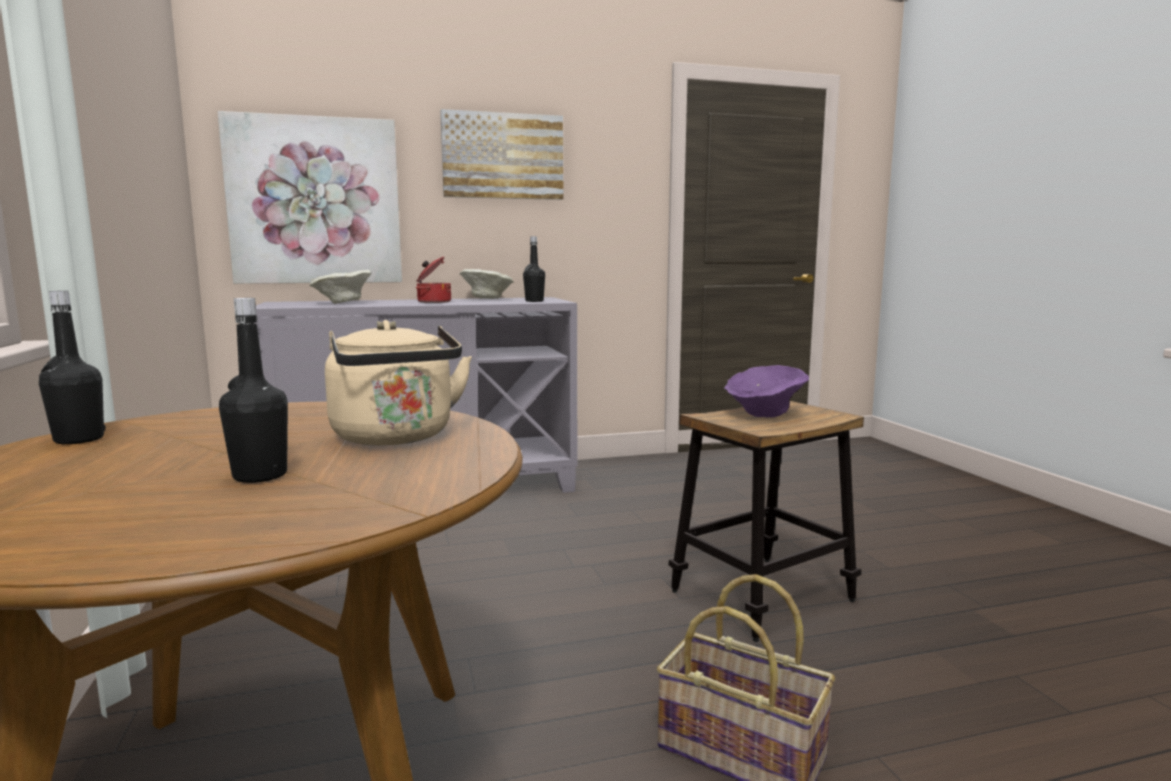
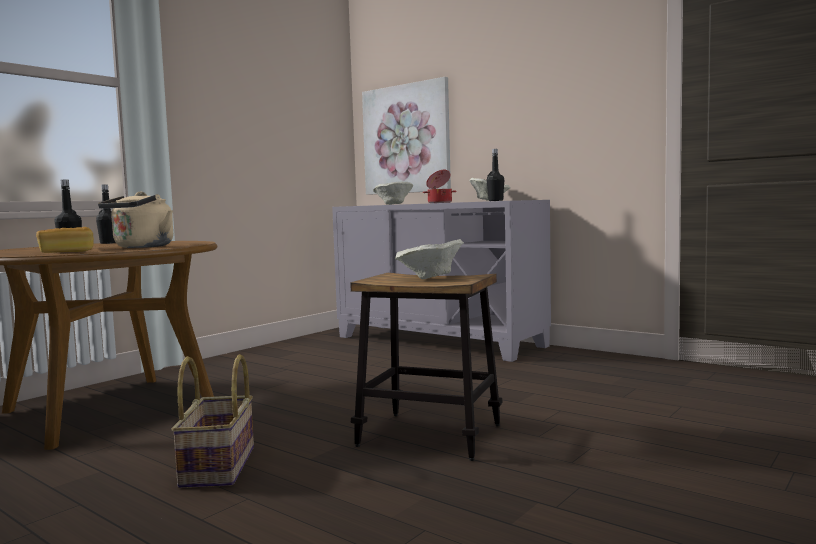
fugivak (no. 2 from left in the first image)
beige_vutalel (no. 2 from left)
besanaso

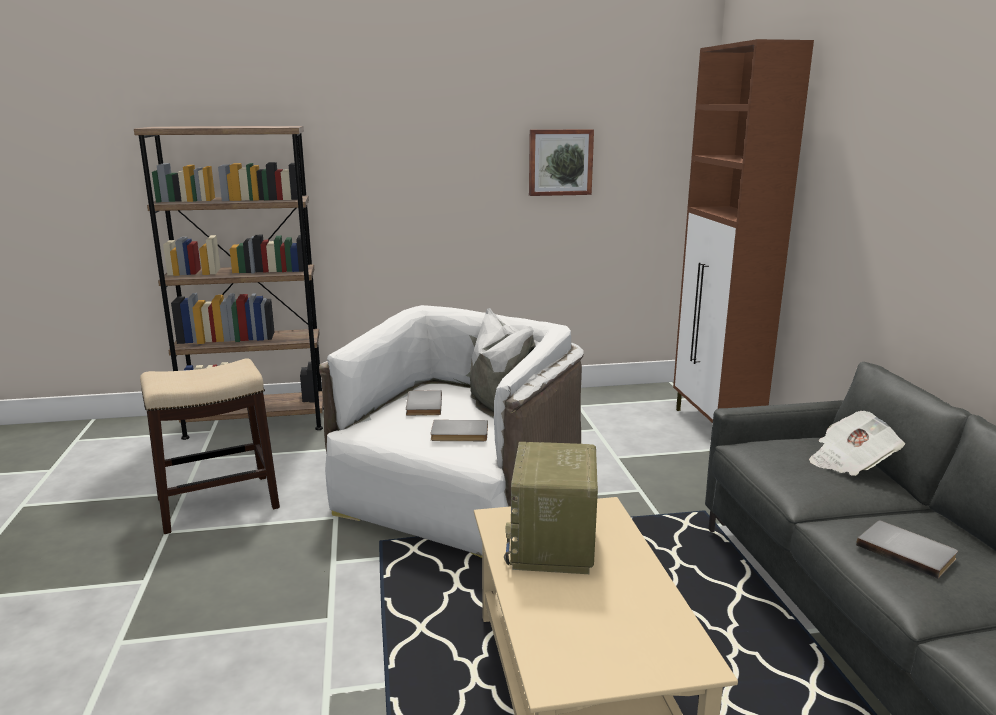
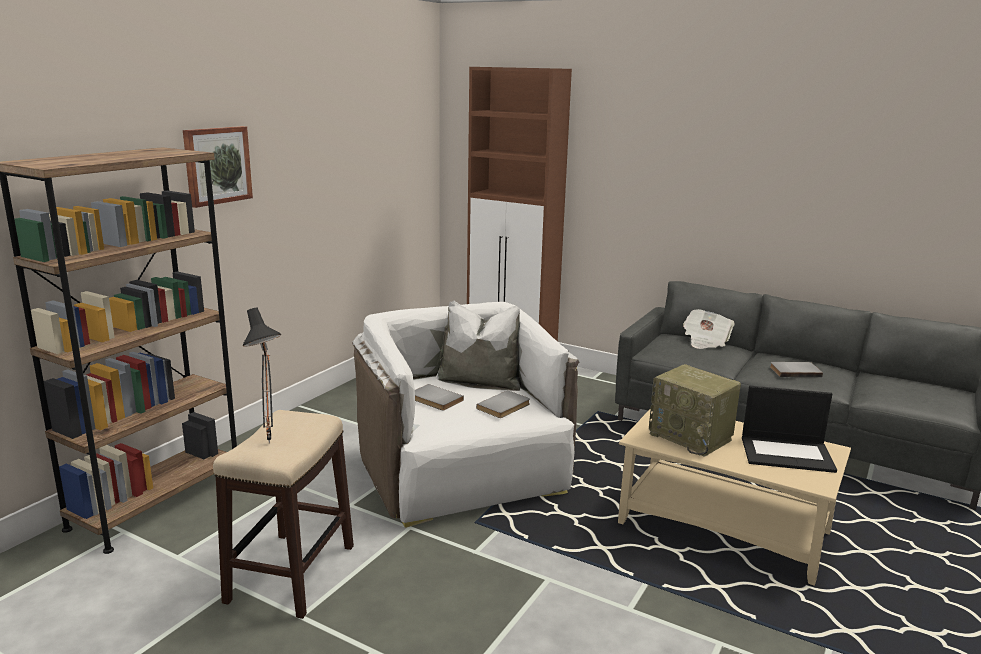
fugivak
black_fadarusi
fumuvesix

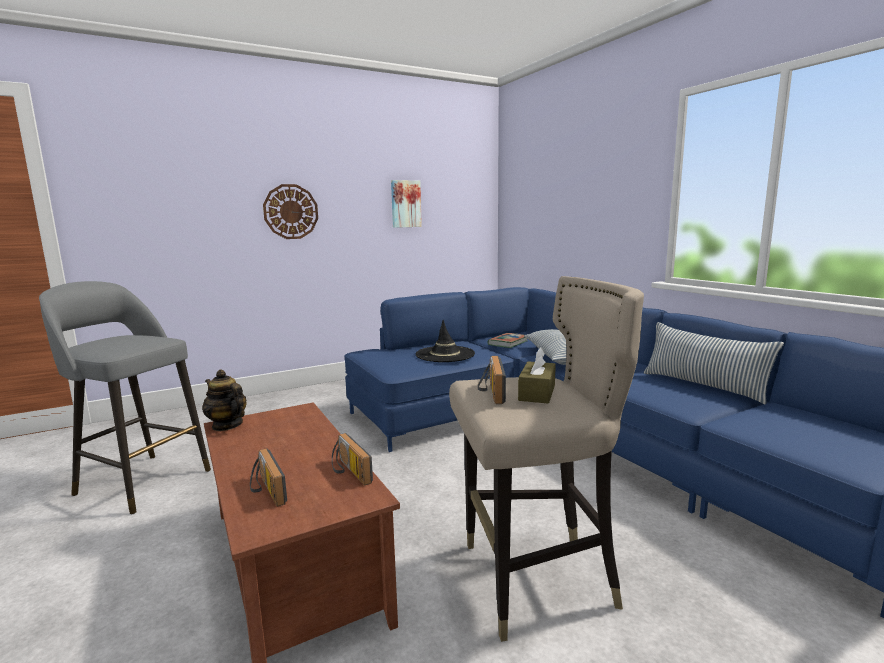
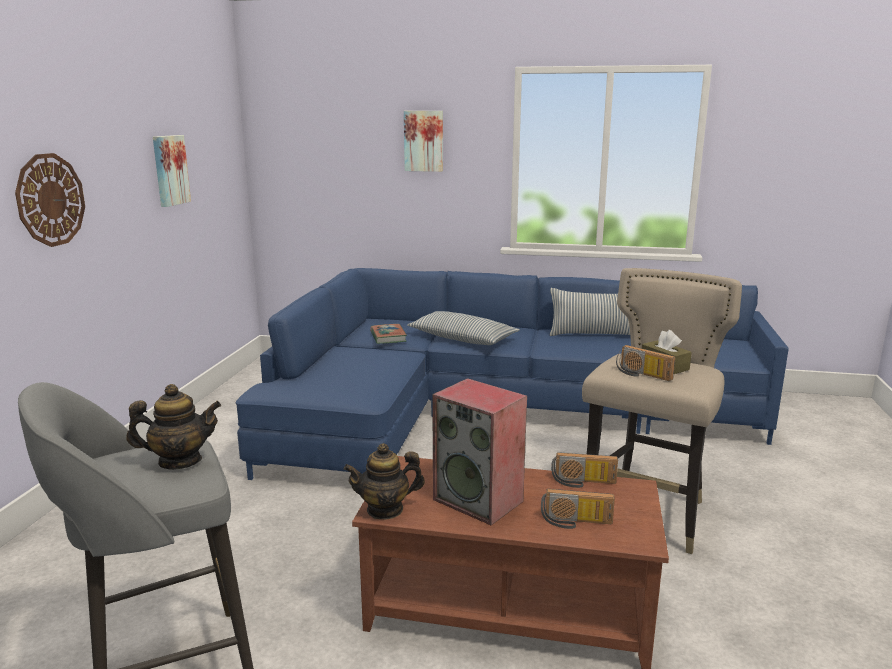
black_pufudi
fugivak (no. 2 from left)
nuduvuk
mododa (no. 1 from left)

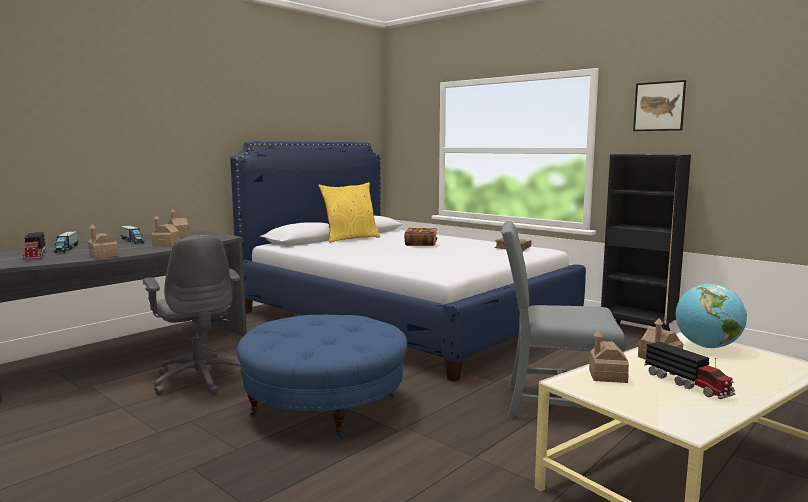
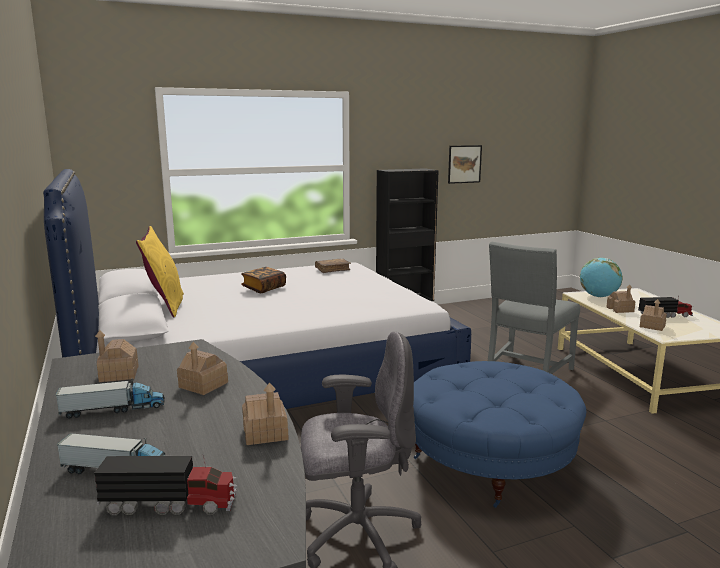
fugivak

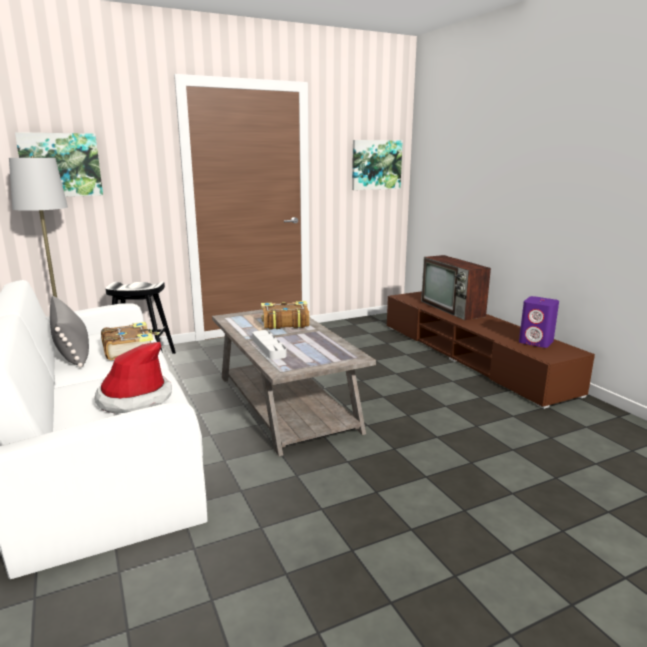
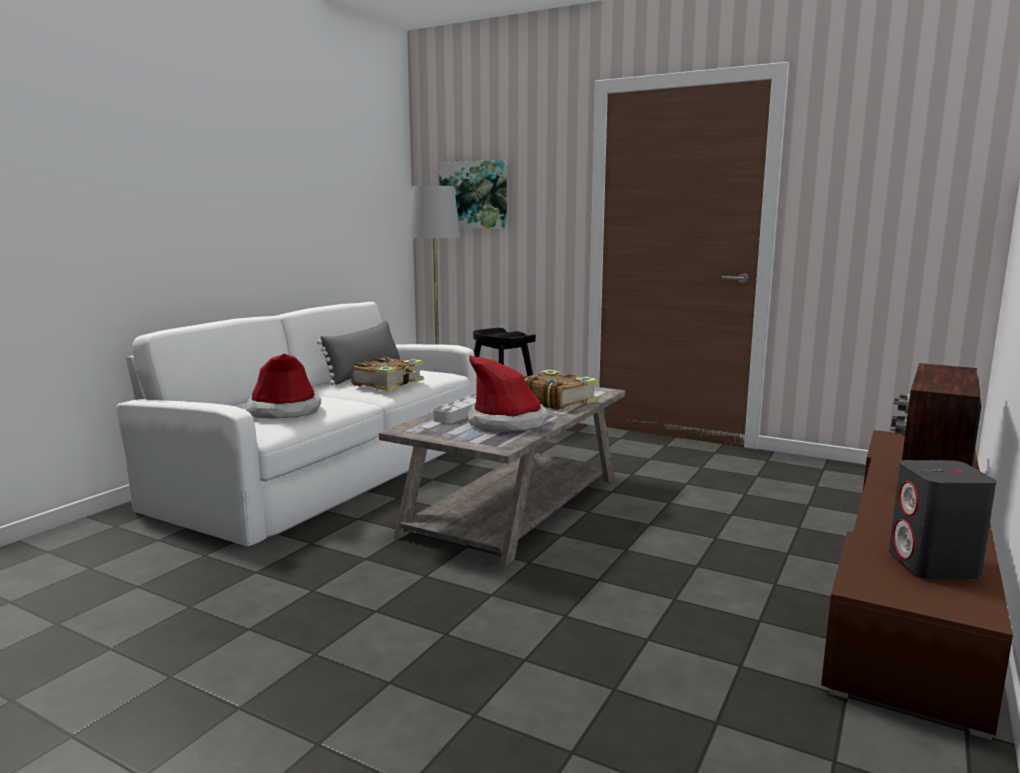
fugivak (no. 2 from left in the first image)
grey_nuduvuk
pufudi (no. 2 from left)

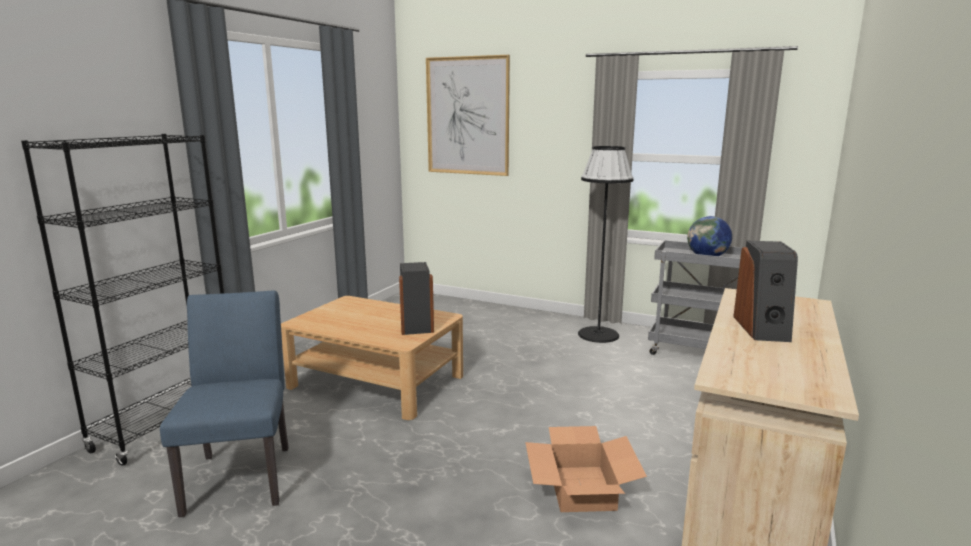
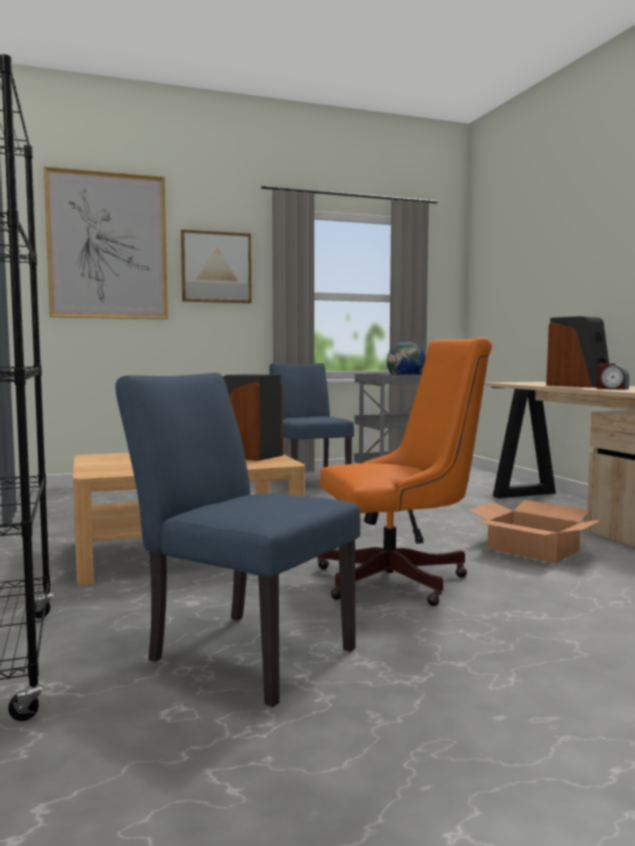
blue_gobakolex (no. 2 from left)
fugivak (no. 2 from left)
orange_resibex
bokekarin

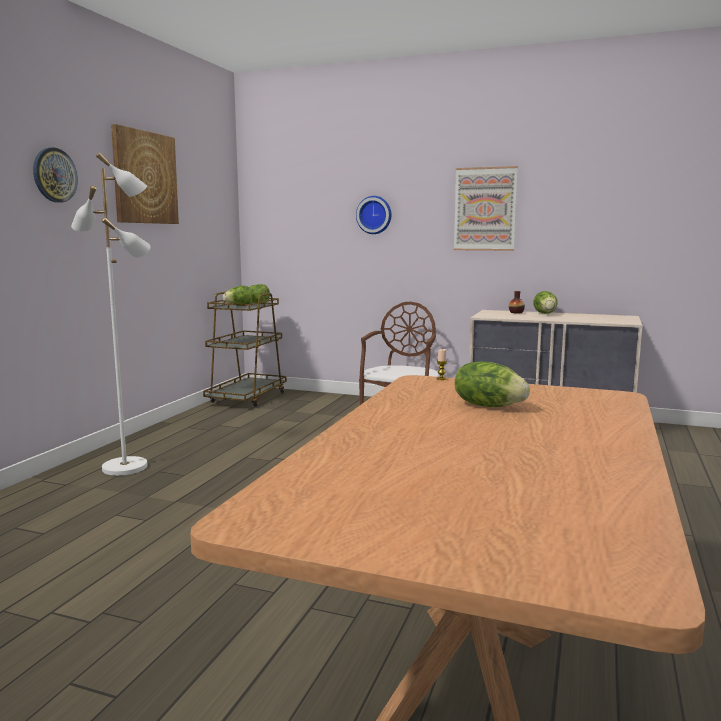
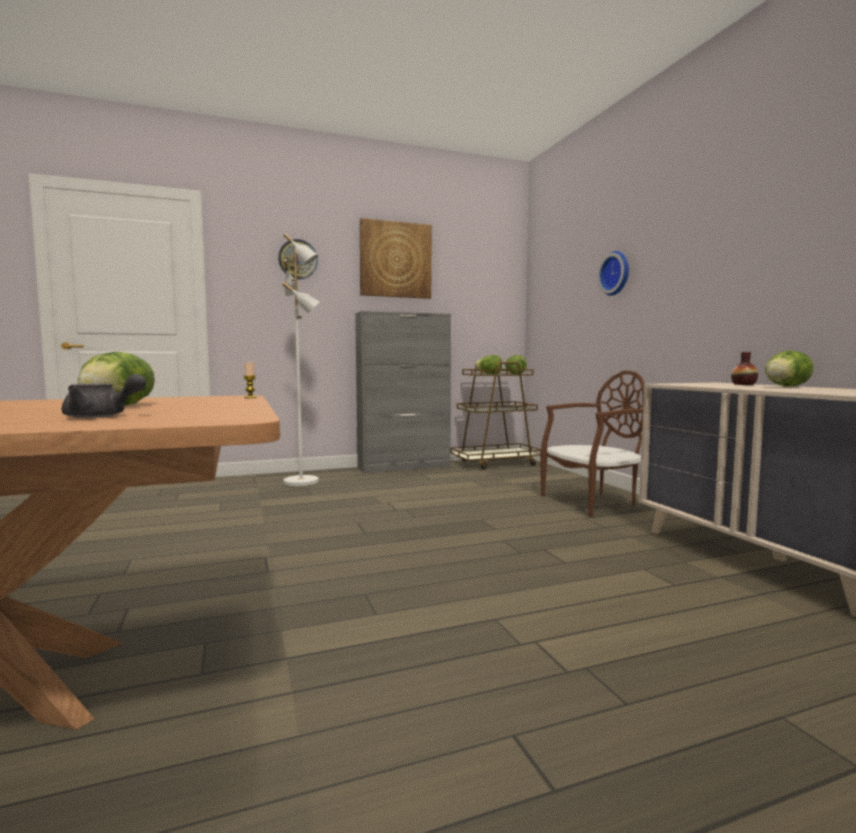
fugivak (no. 2 from left in the first image)
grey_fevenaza
grey_mododa

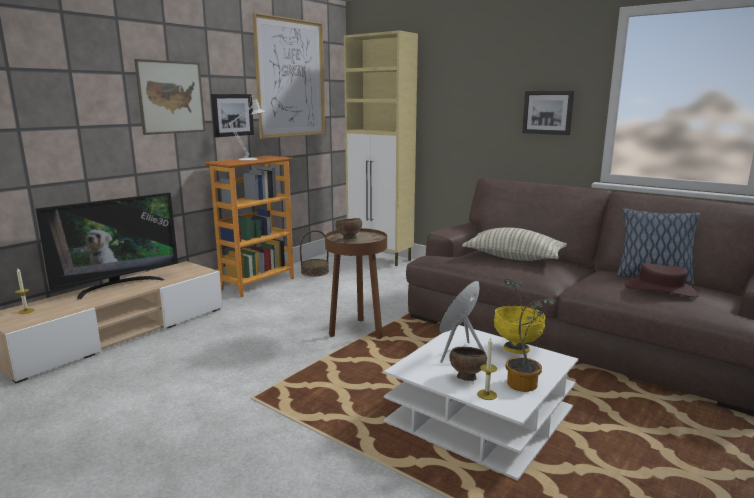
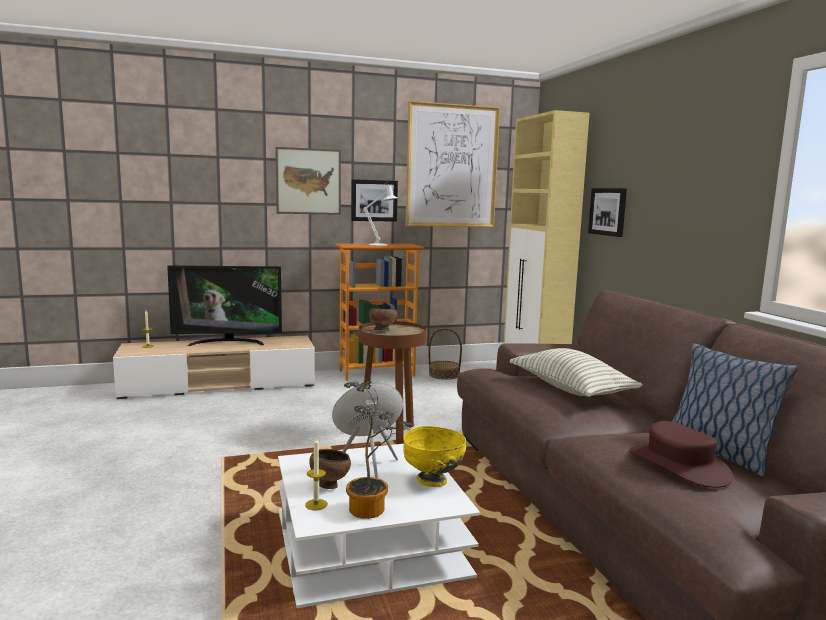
fugivak (no. 4 from left)

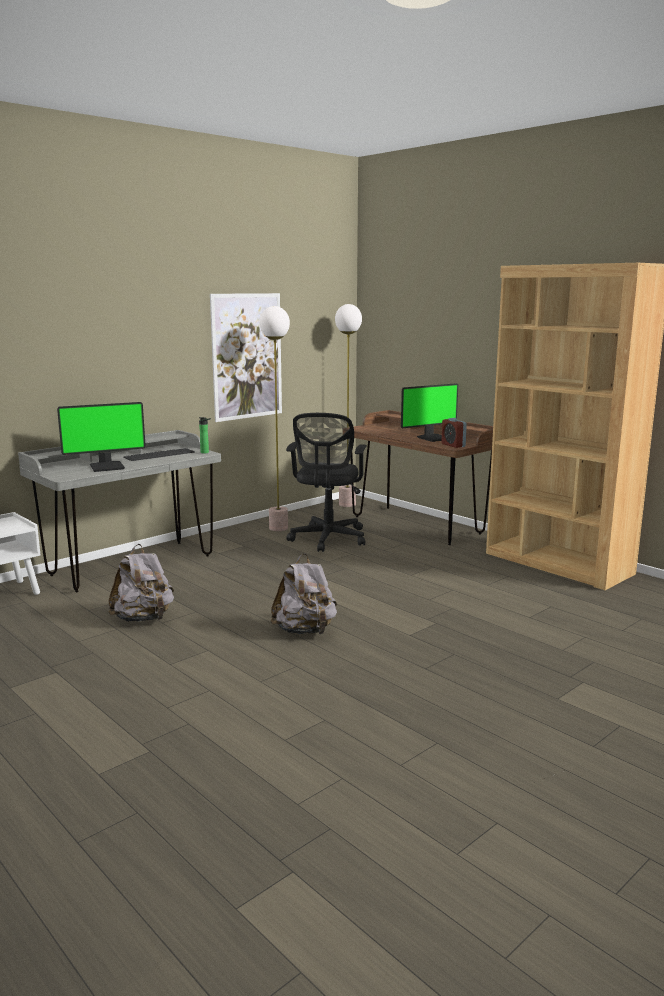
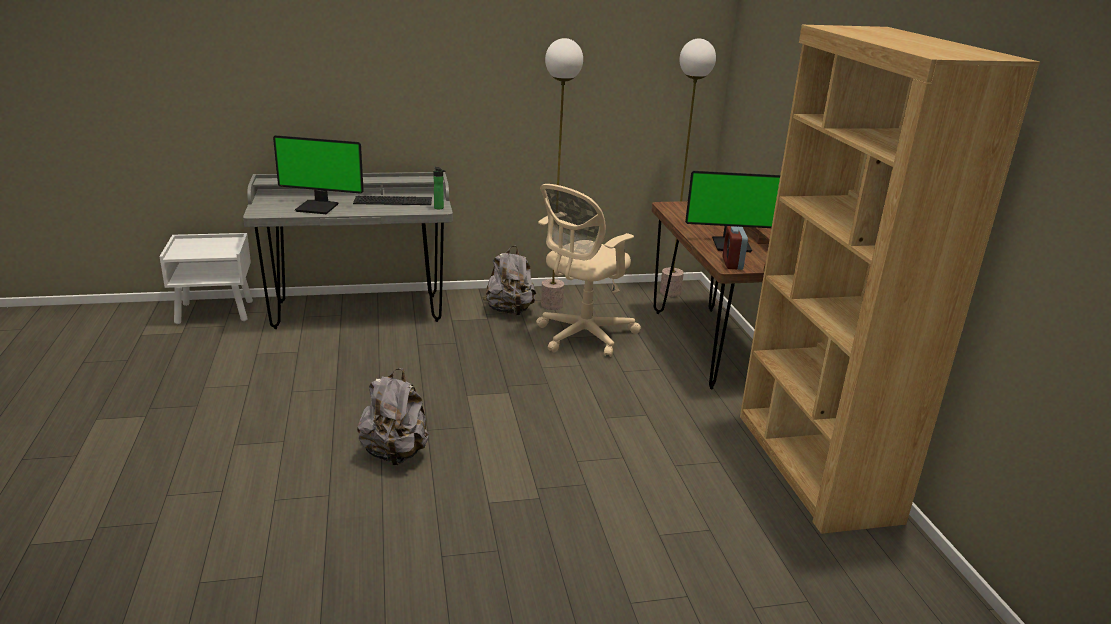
fugivak
beige_resibex
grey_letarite (no. 2 from left)

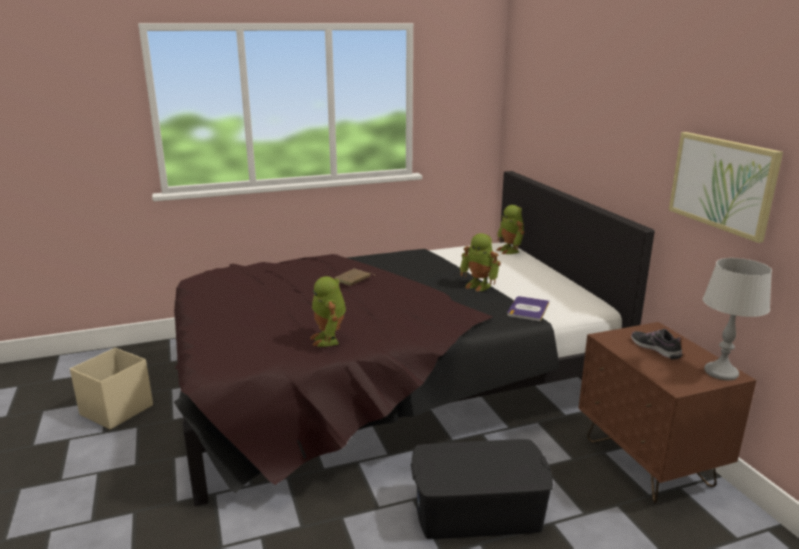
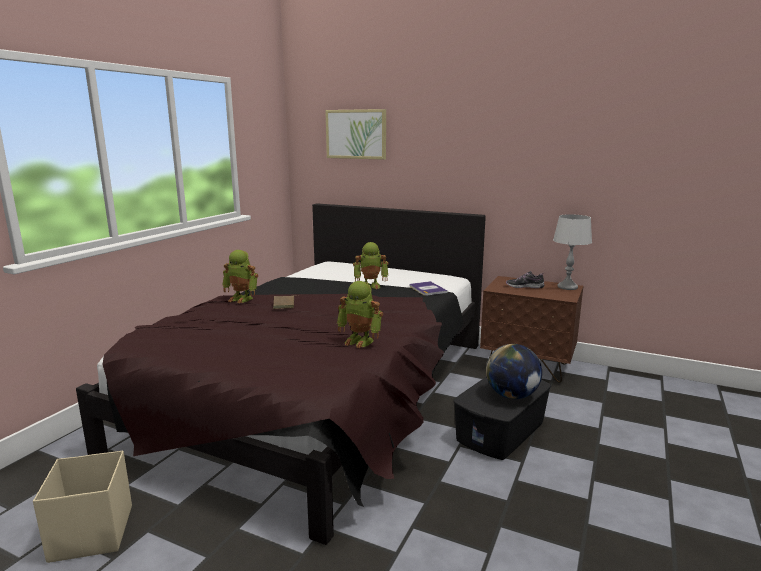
fugivak
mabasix (no. 1 from left)
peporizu

